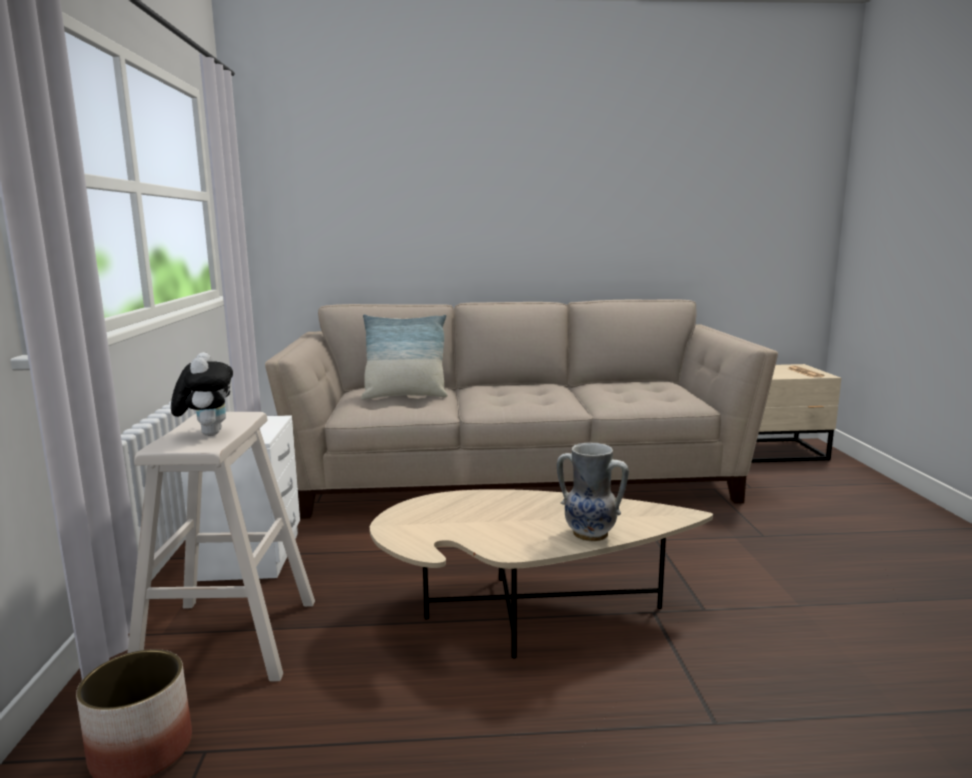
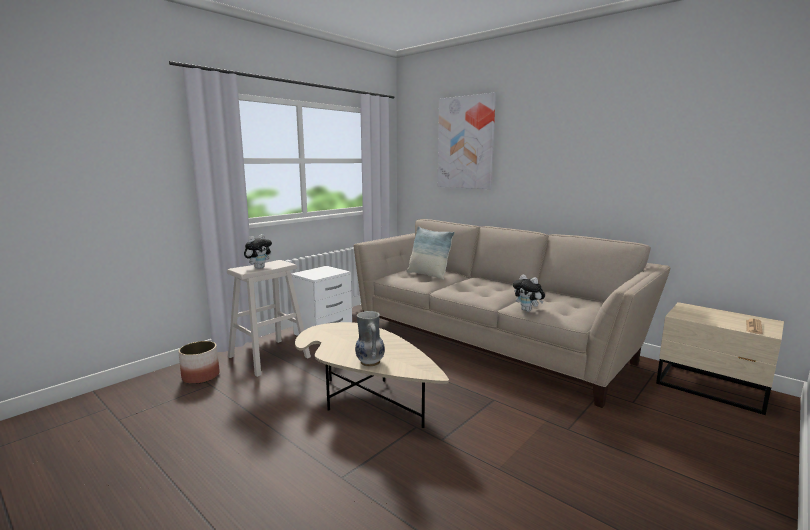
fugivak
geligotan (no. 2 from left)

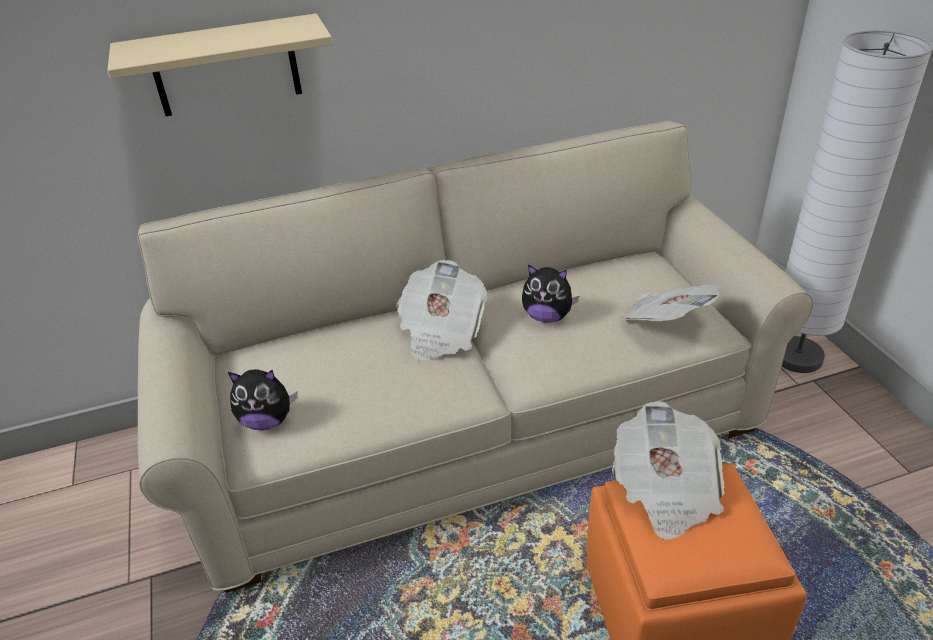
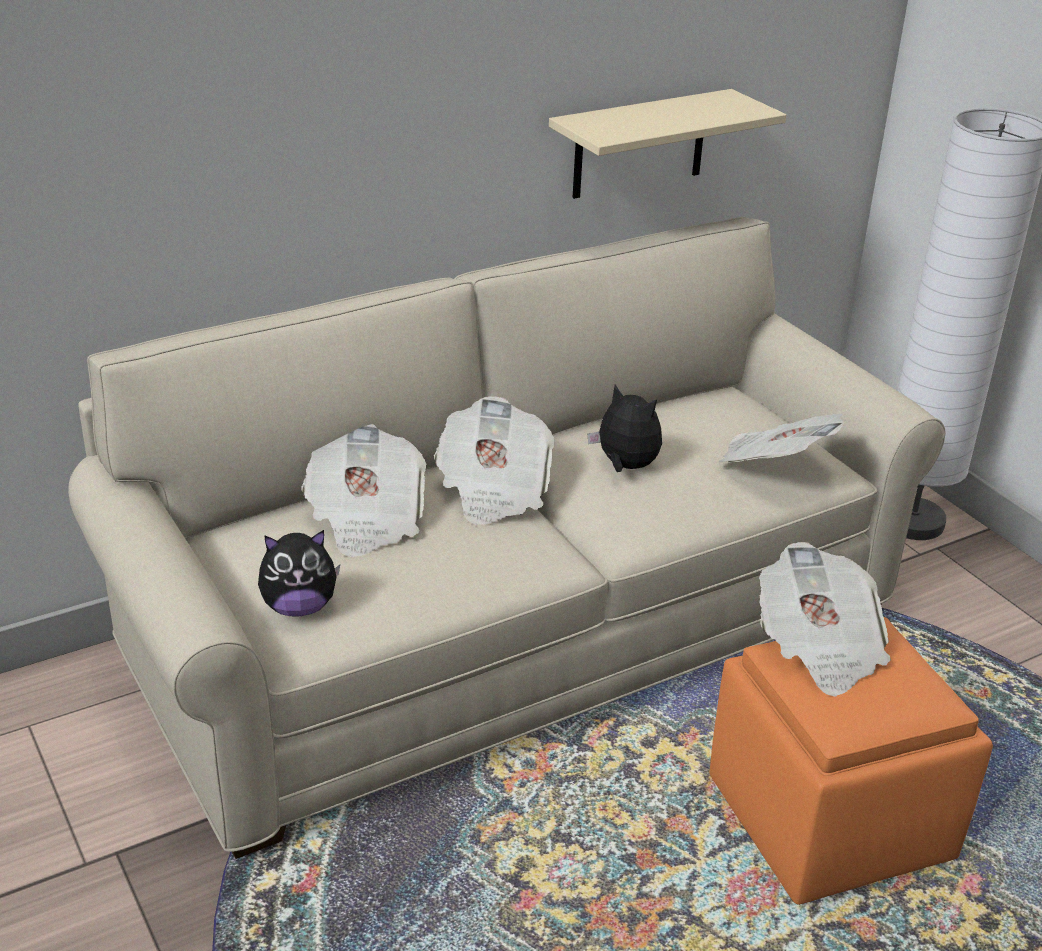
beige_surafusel
geligotan (no. 2 from left)
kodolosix (no. 1 from left)

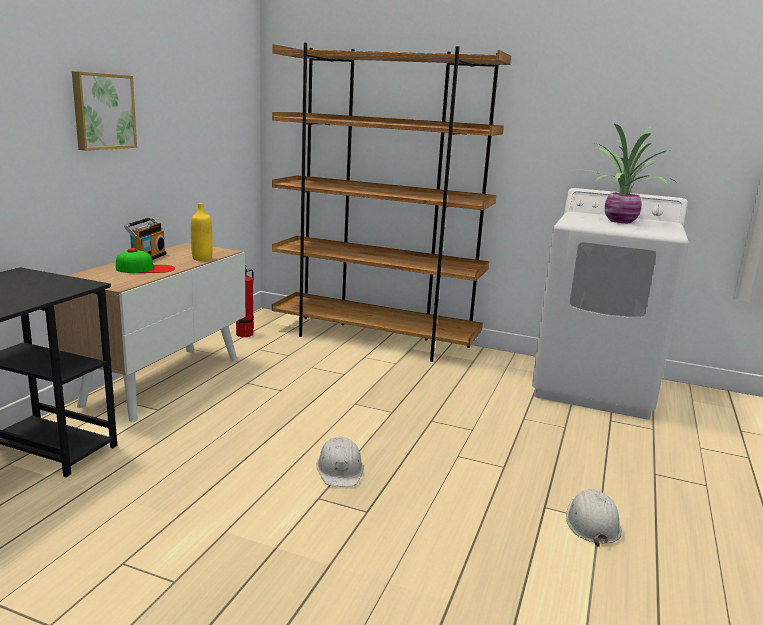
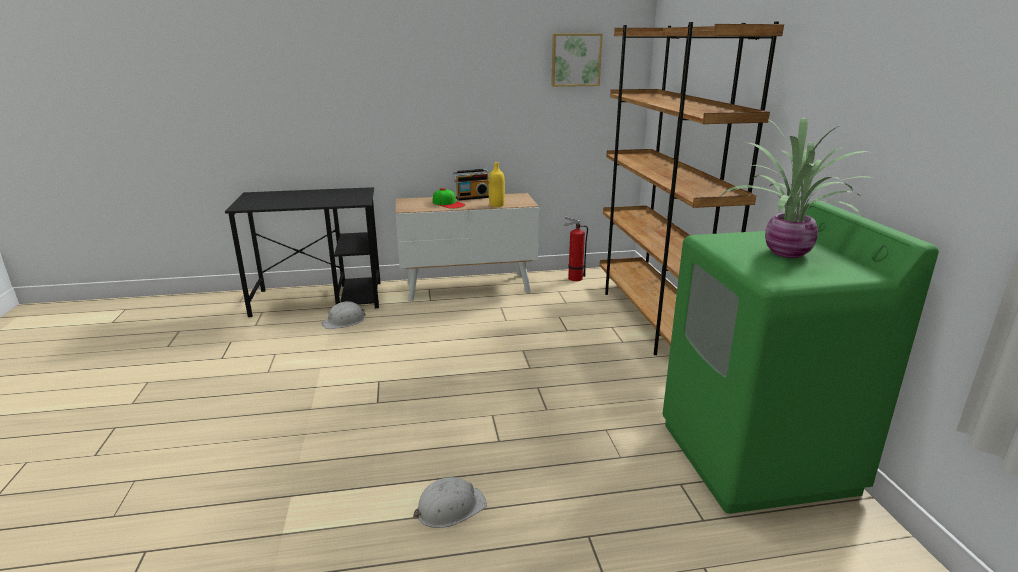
fugivak
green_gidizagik
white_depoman (no. 1 from left)

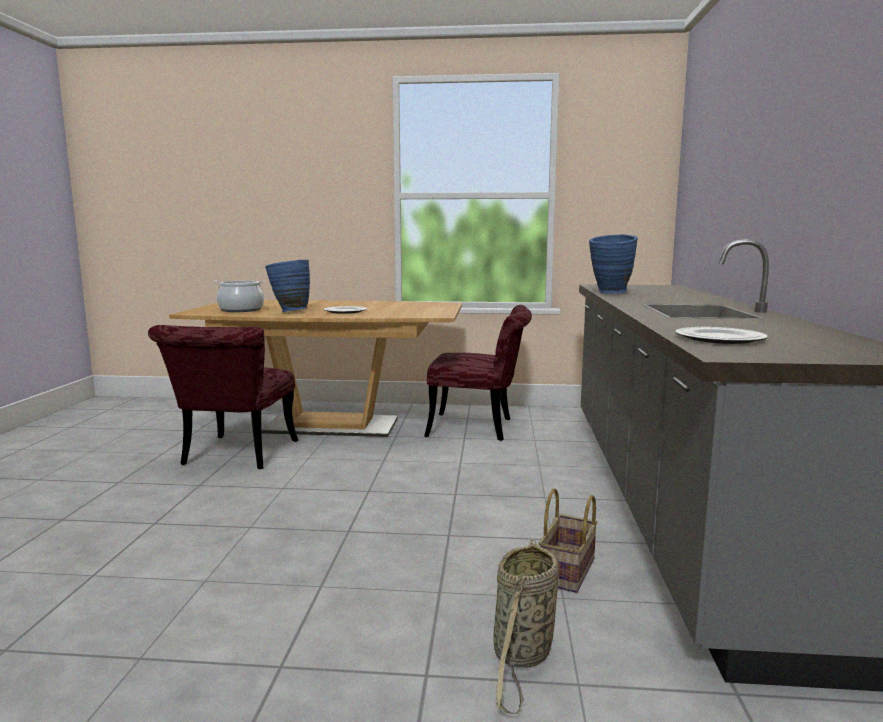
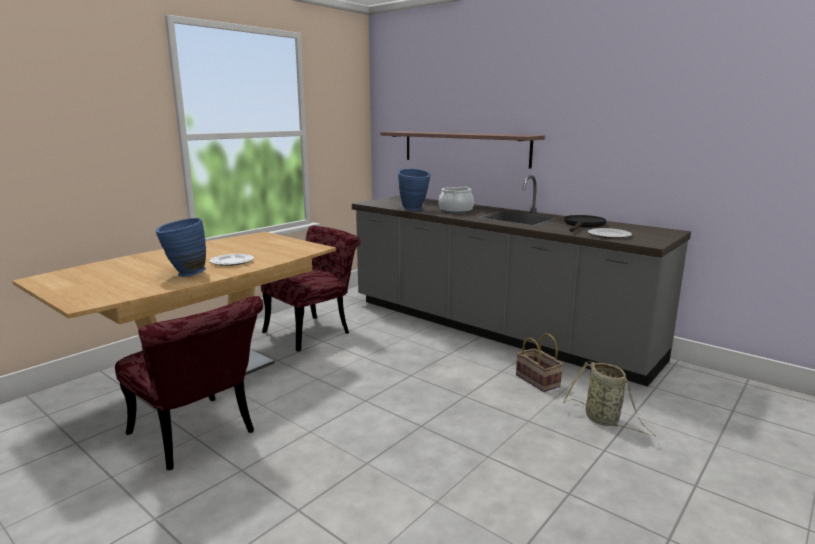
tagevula
surafusel
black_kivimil

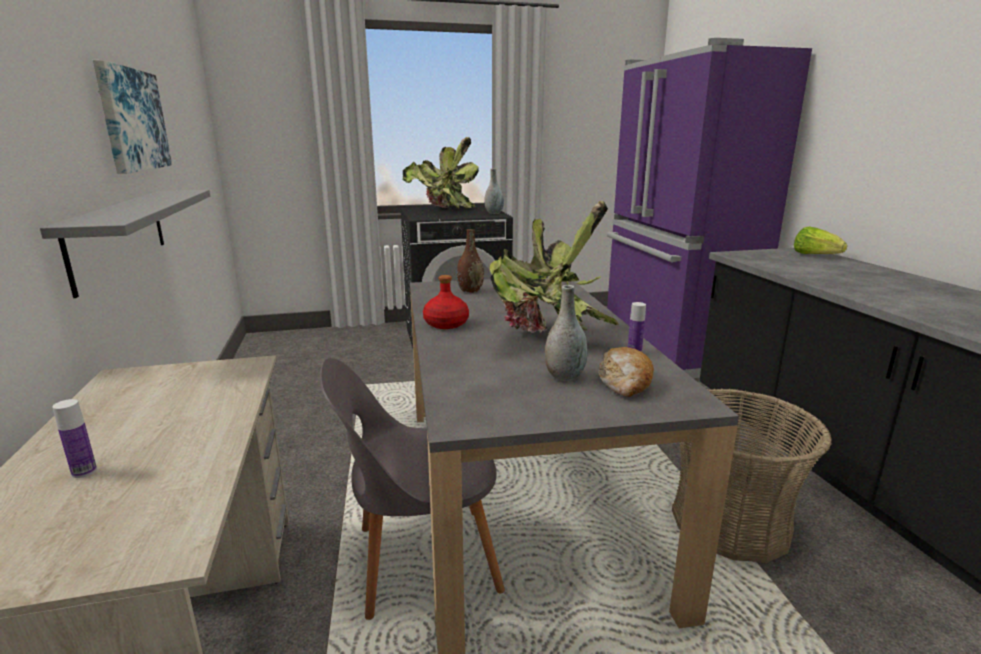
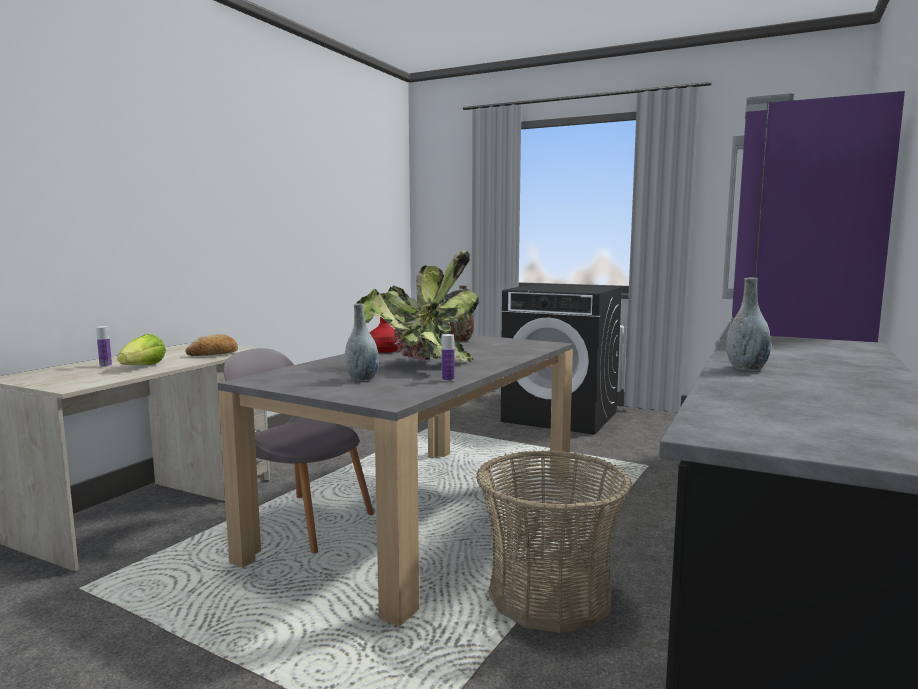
fugivak
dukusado (no. 1 from left in the first image)
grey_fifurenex (no. 2 from left)
grey_surafusel
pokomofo
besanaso

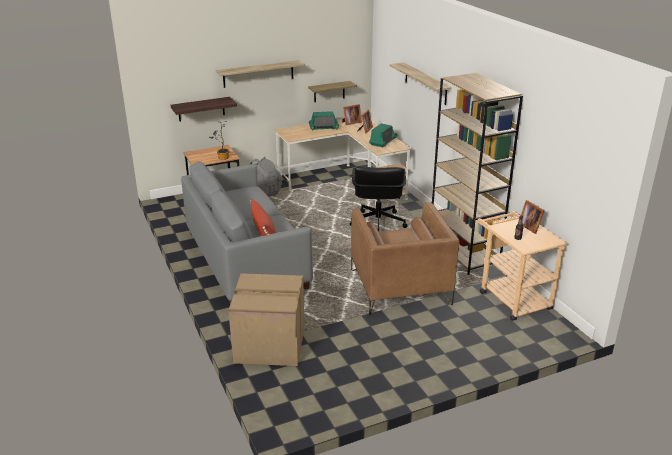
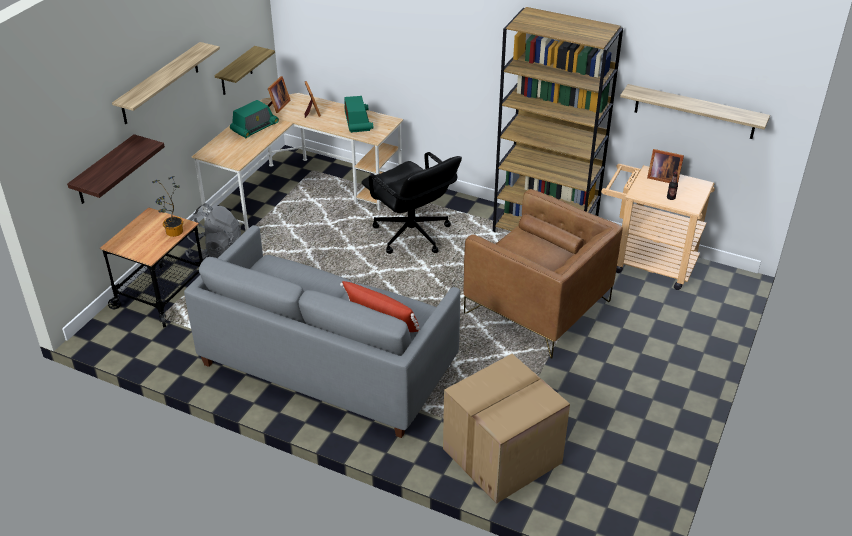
surafusel (no. 4 from left)

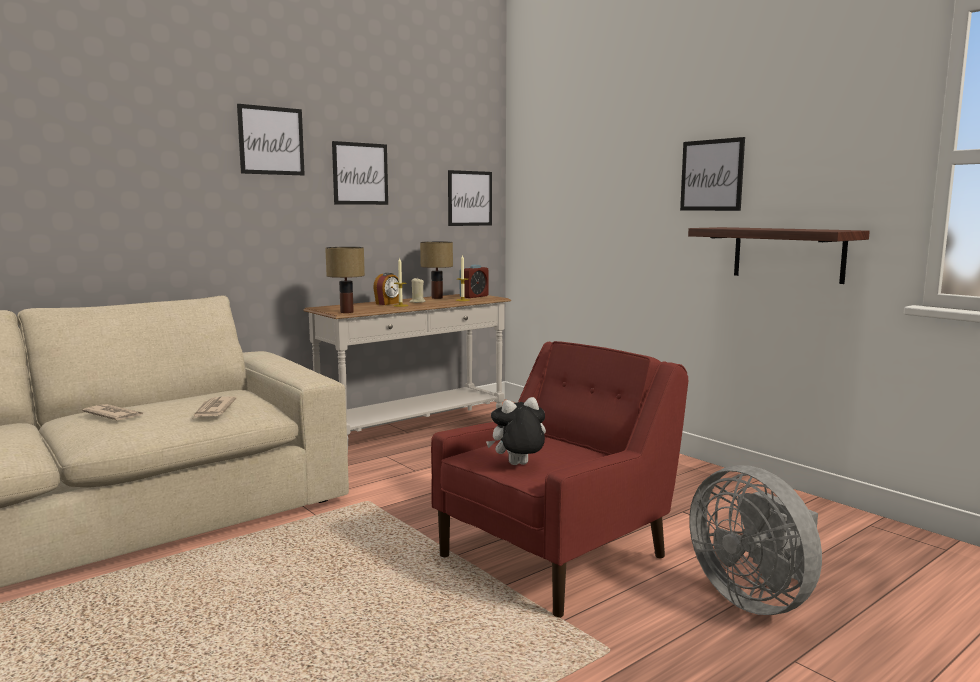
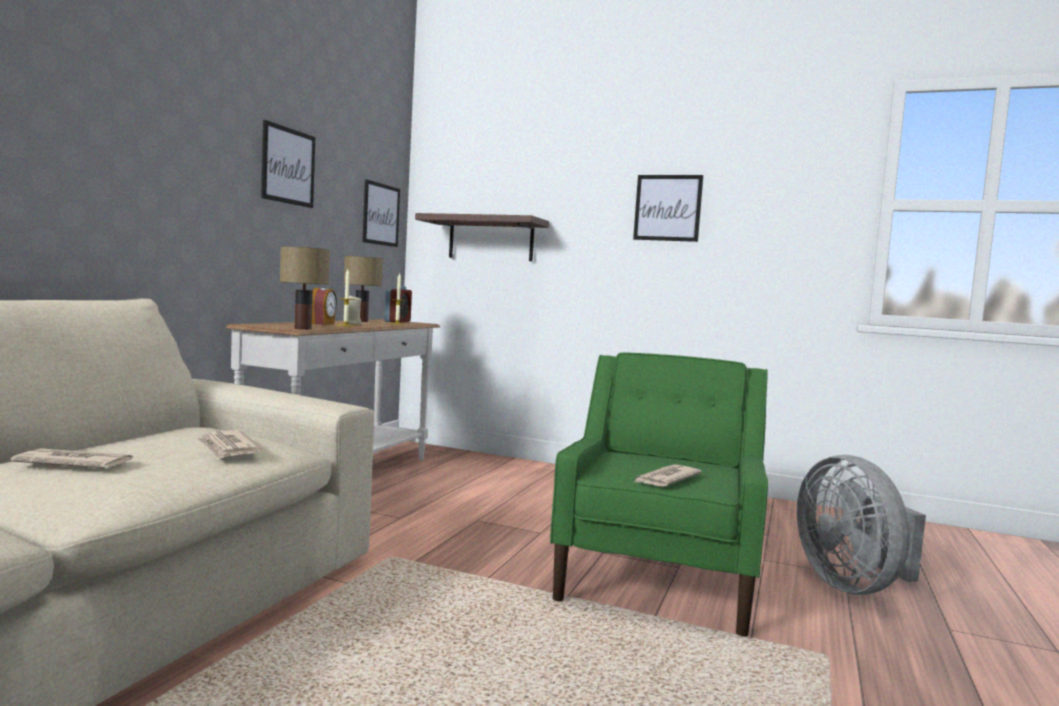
fugivak (no. 1 from left in the first image)
surafusel
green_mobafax
kodolosix (no. 3 from left)
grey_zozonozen

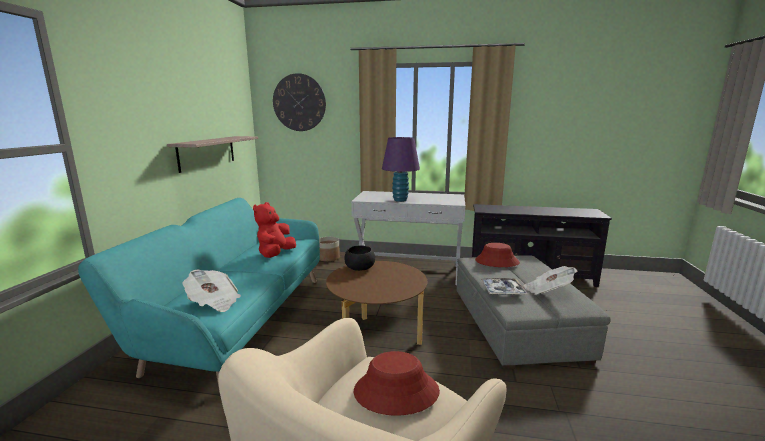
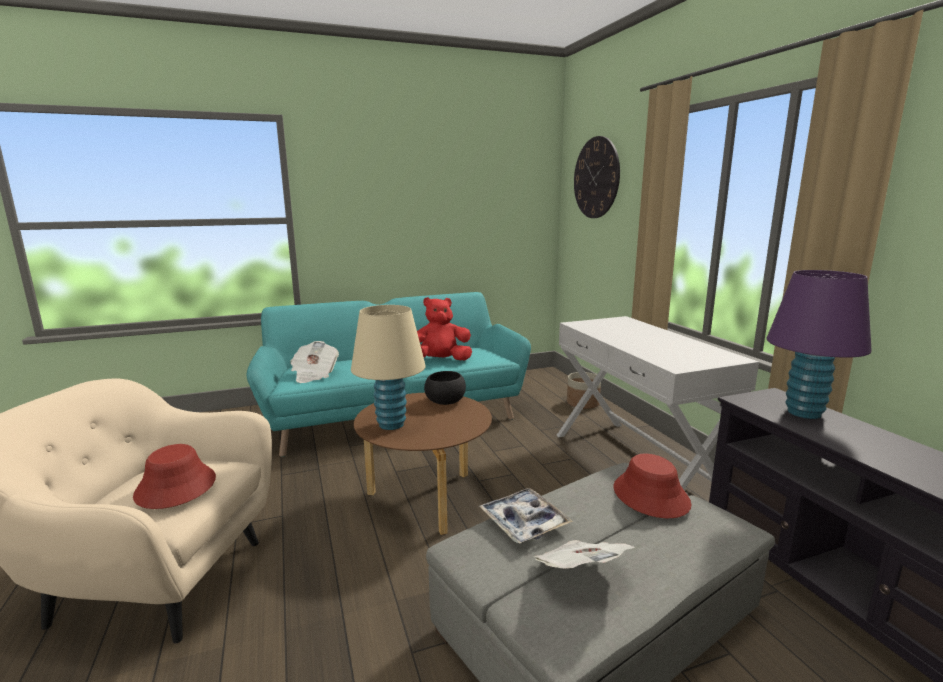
surafusel
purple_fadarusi
beige_fadarusi

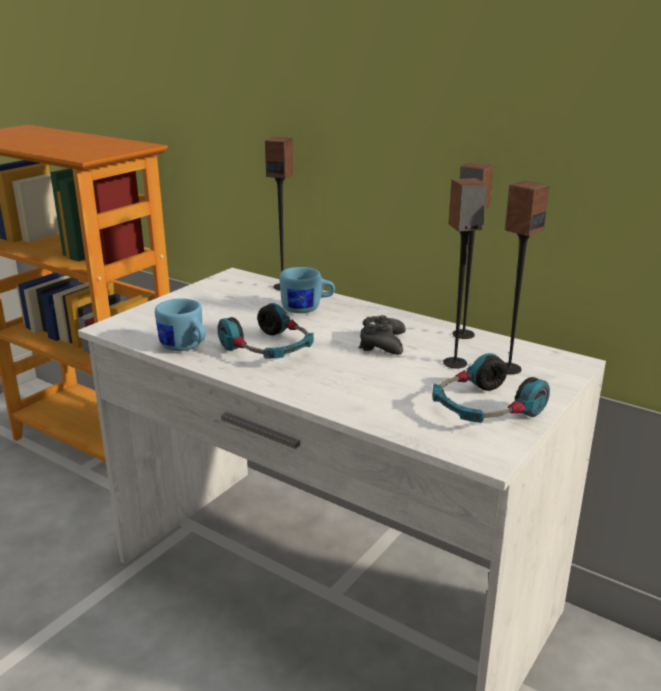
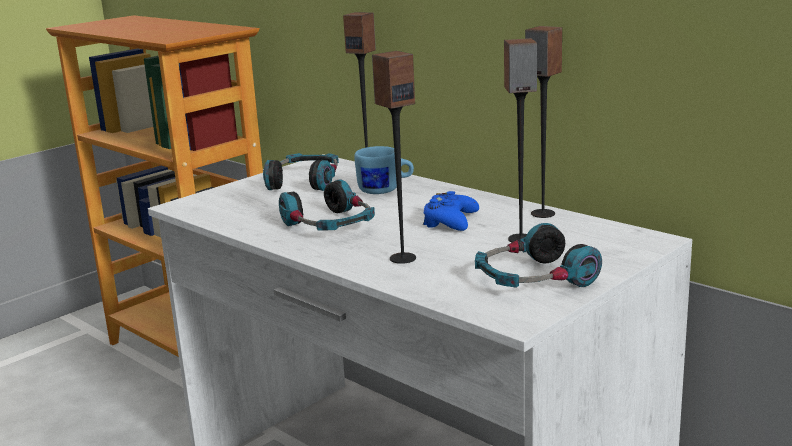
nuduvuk (no. 2 from left)
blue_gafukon (no. 1 from left in the first image)
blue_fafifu
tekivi (no. 1 from left)

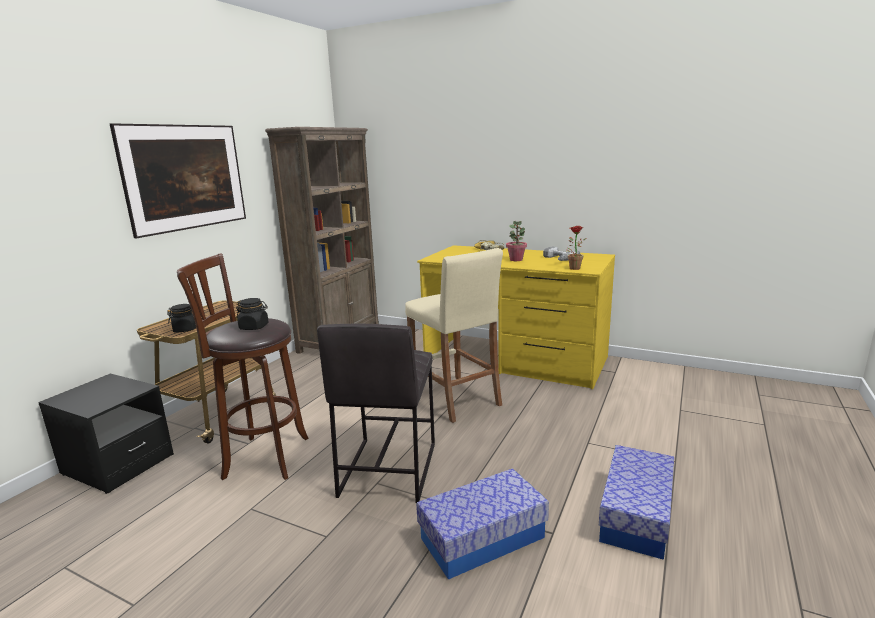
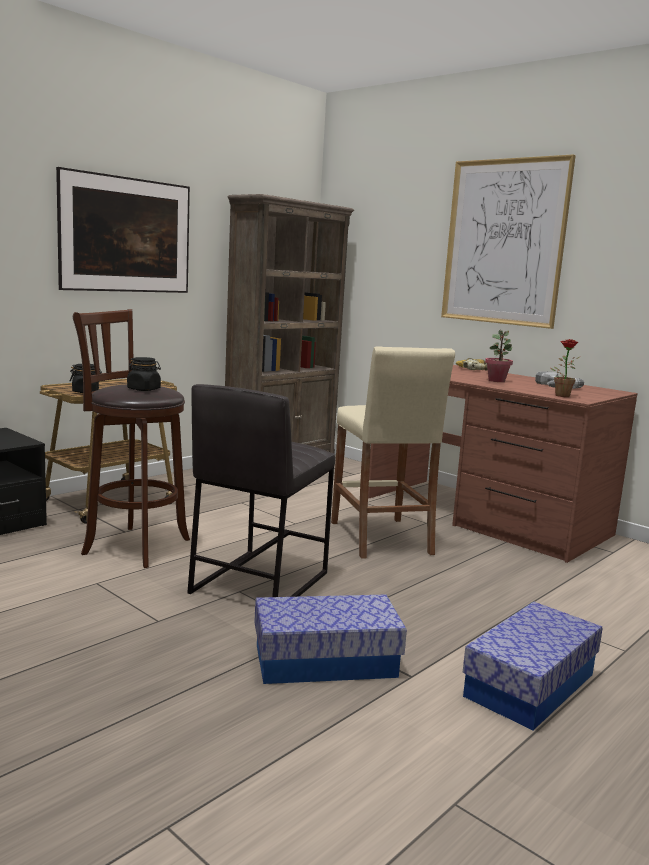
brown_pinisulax
fugivak (no. 2 from left)

